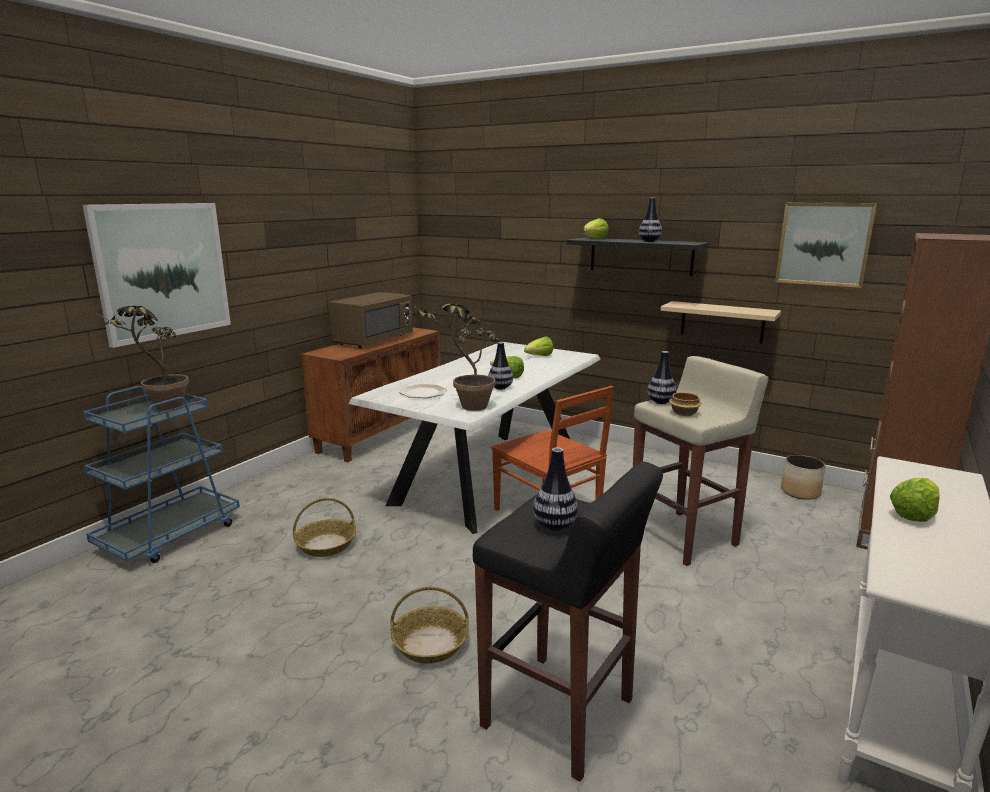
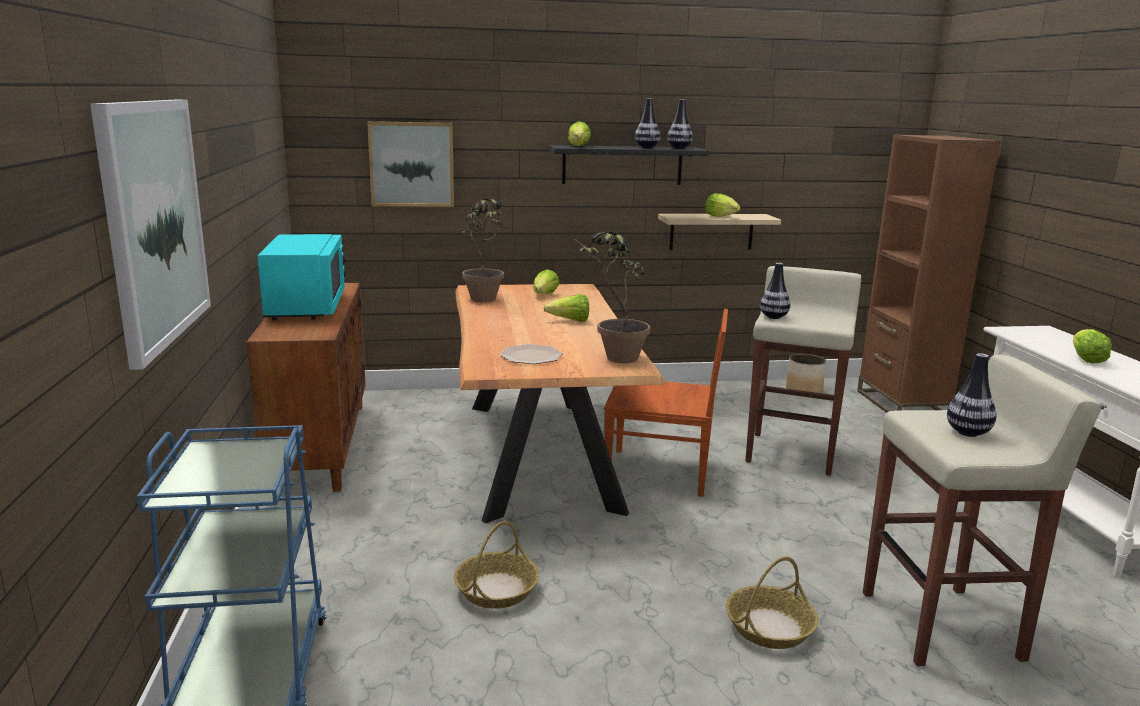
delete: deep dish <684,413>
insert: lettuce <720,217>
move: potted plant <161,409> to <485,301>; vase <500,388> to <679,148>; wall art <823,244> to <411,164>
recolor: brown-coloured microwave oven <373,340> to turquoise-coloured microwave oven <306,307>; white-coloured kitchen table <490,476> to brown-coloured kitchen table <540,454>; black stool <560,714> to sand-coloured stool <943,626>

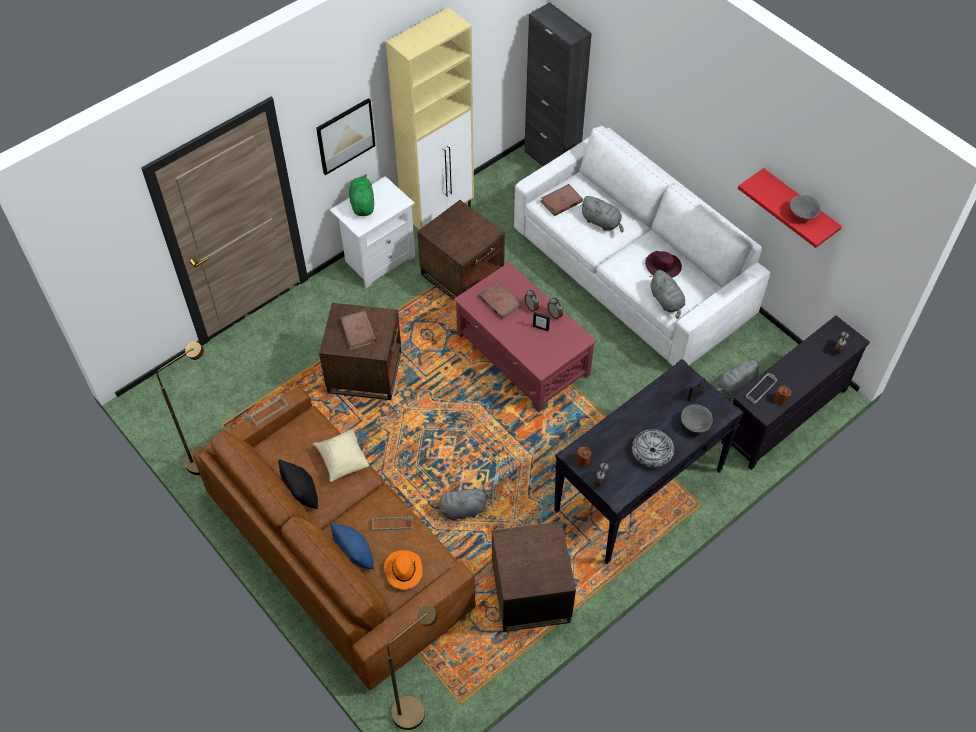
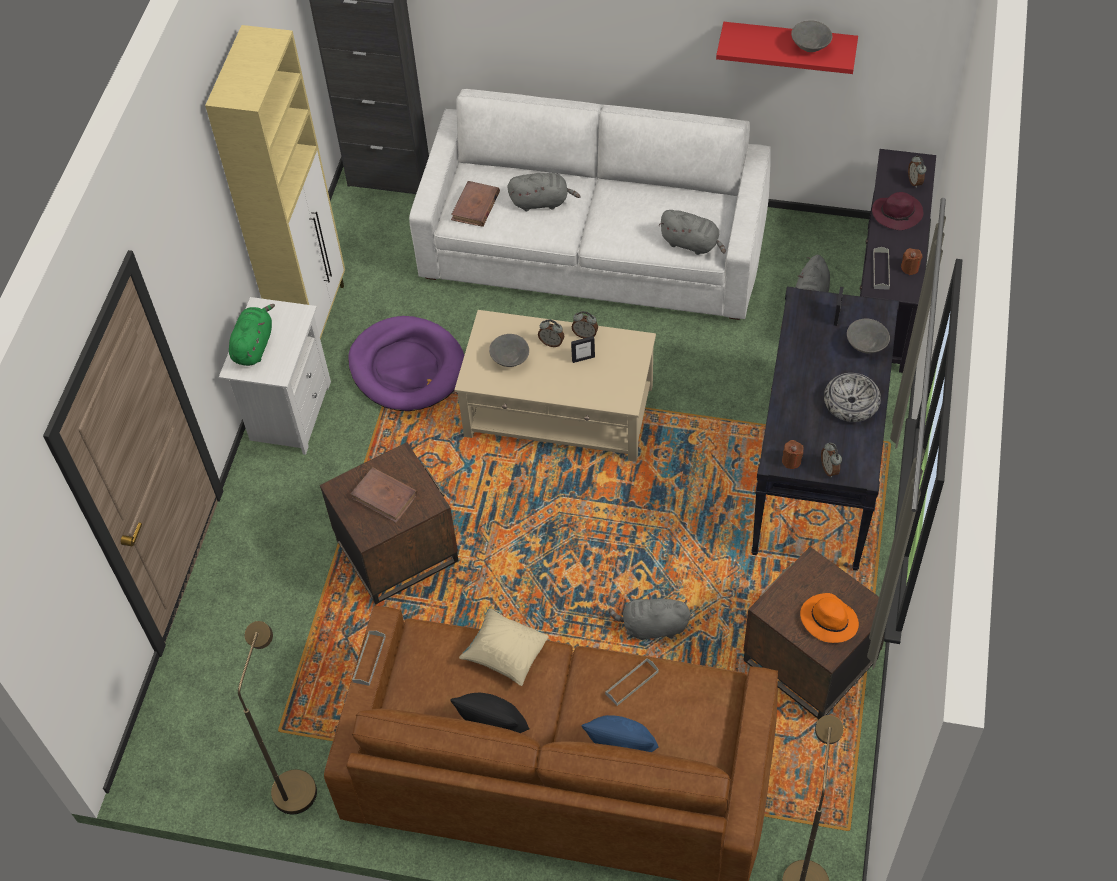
delete: wall art <345,136>
move: orange hat <403,570> to <828,620>; purple-coloured hat <663,266> to <898,213>
replace: brown-coloured side table <462,275> to purple-coloured dog cushion <407,367>; brown-coloured book <499,302> to grey deep dish <510,360>
recolor: red coffee table <523,355> to sand-coloured coffee table <560,411>
rotate: green-coloured plush toy <362,204> = <254,345> 60 degrees clockwise; grey plush toy <460,510> = <652,627> 45 degrees clockwise

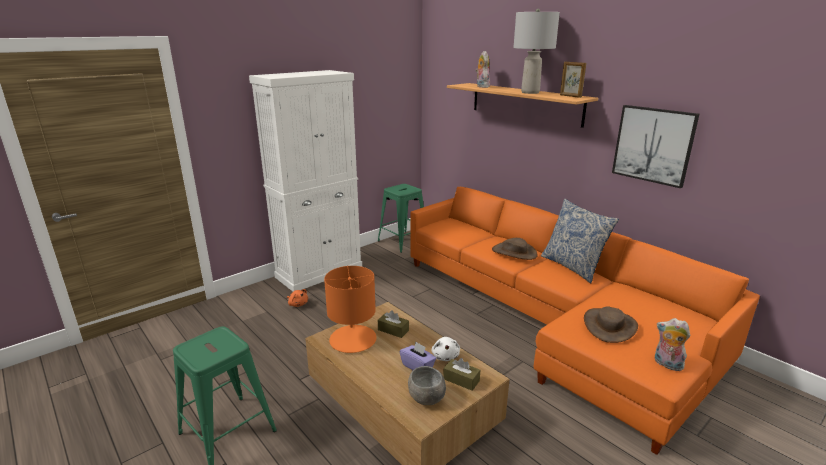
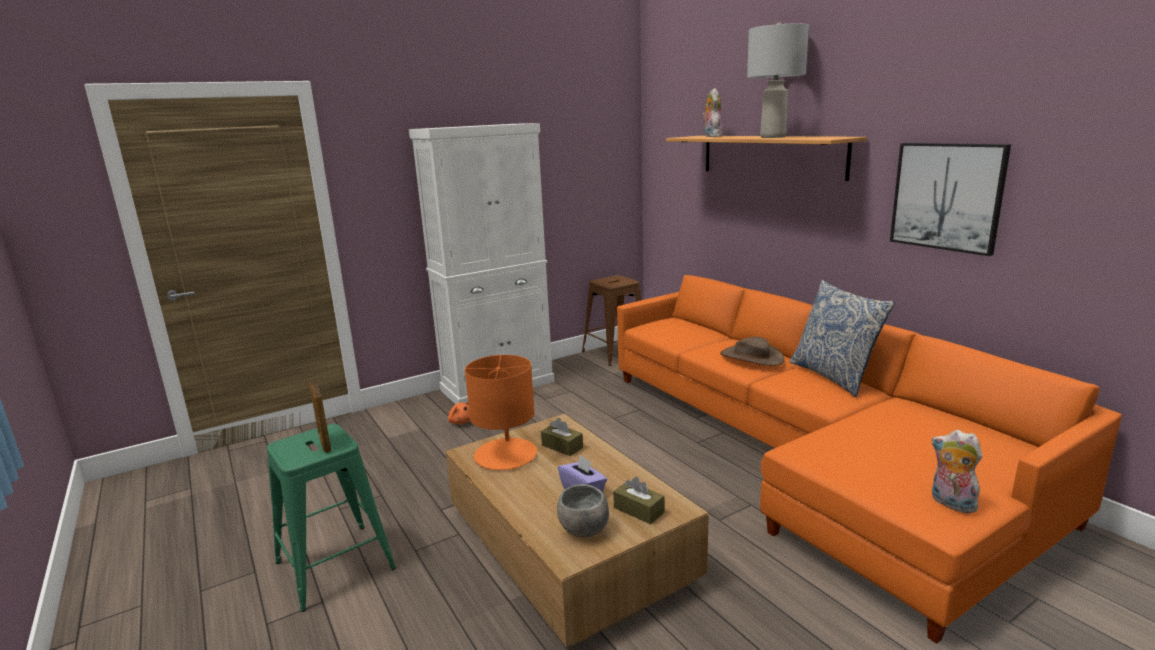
delete: white-coloured plush toy <445,356>; brown-coloured hat <609,326>
move: picture frame <570,96> to <325,443>
recolor: green-coloured stool <403,241> to brown-coloured stool <615,353>

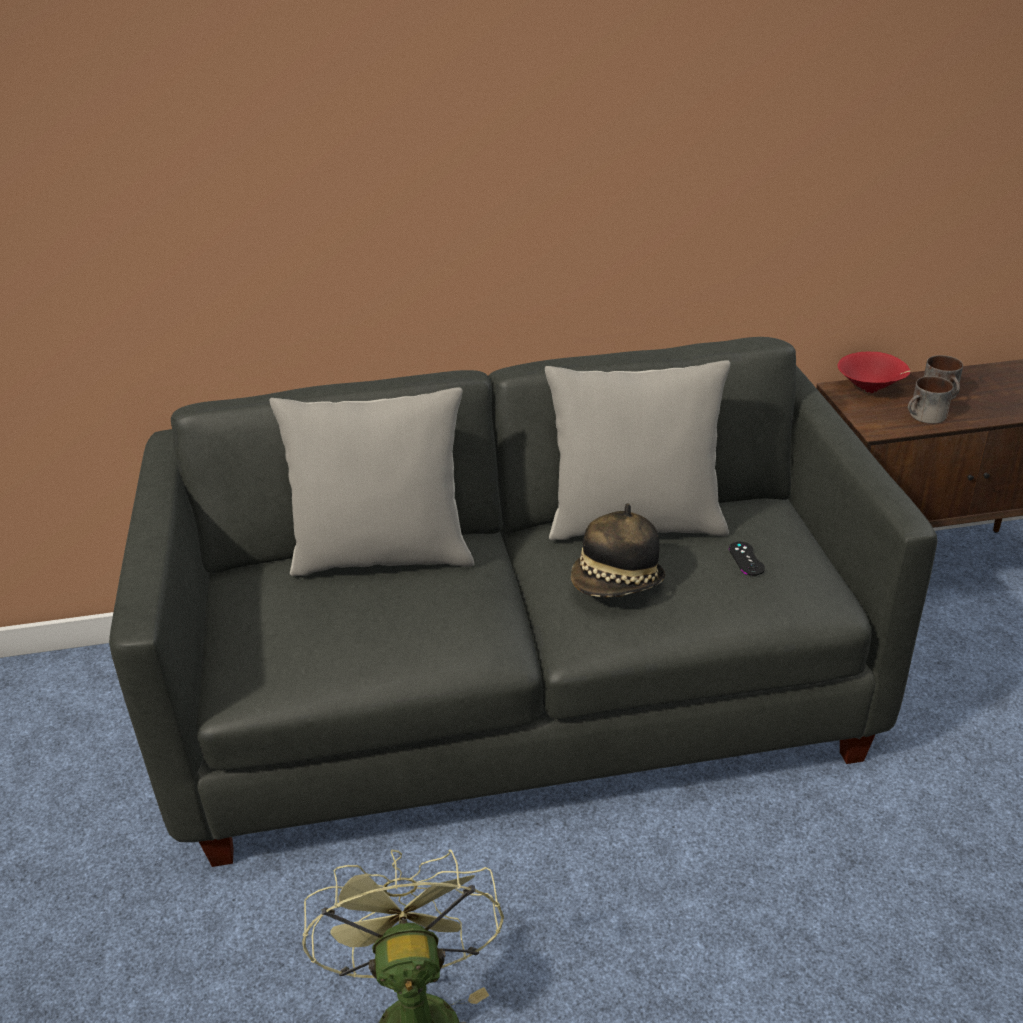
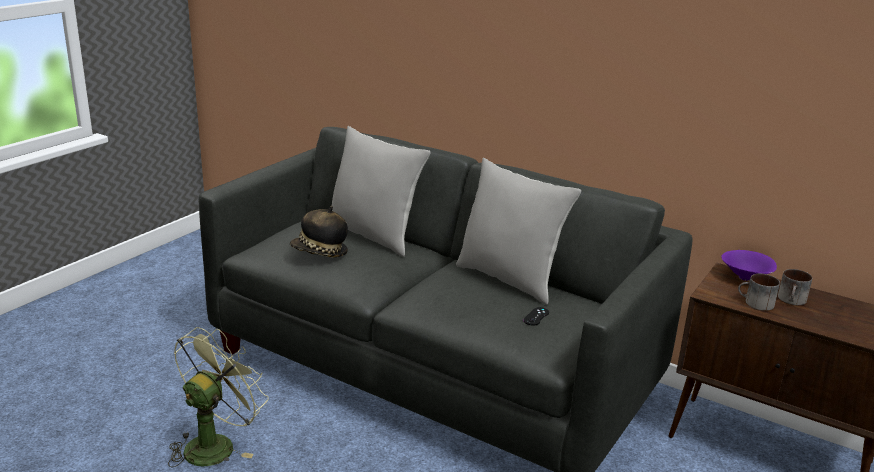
move: hat <617,584> to <319,253>
recolor: red deep dish <871,389> to purple-coloured deep dish <746,278>

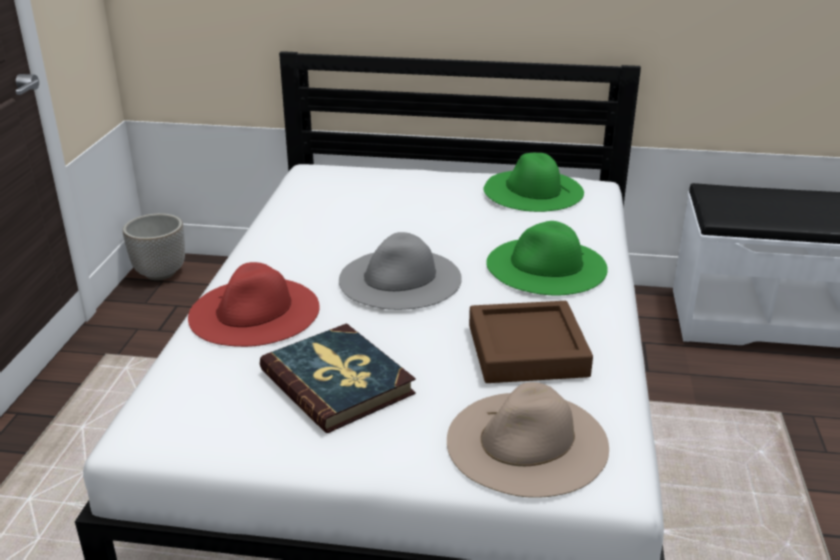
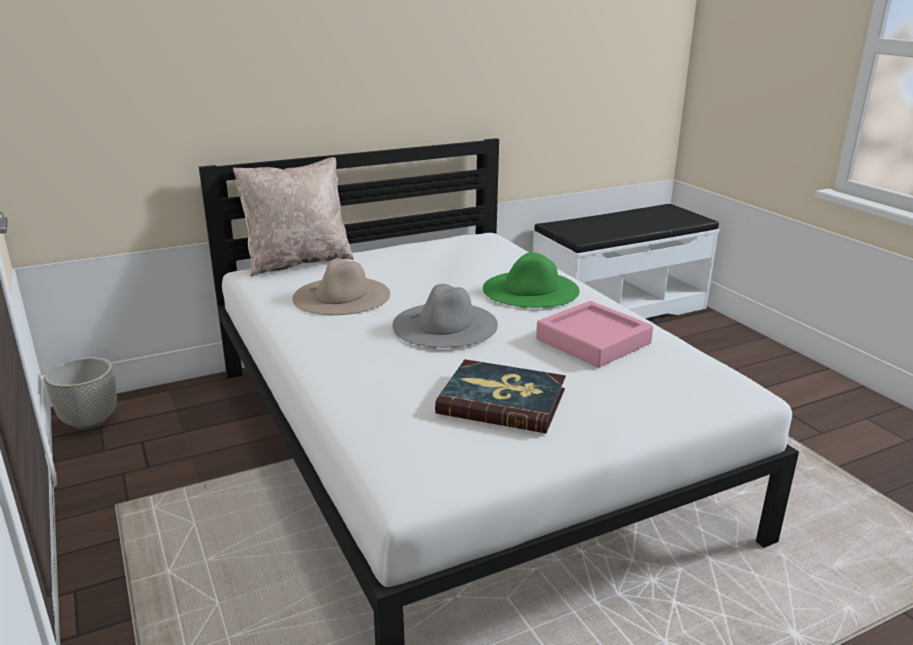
delete: red hat <254,311>; green-coloured hat <533,190>
insert: sand-coloured pillow <298,262>
move: sand-coloured hat <527,442> to <342,295>
recolor: brown-coloured carrying tray <527,350> to pink-coloured carrying tray <593,341>

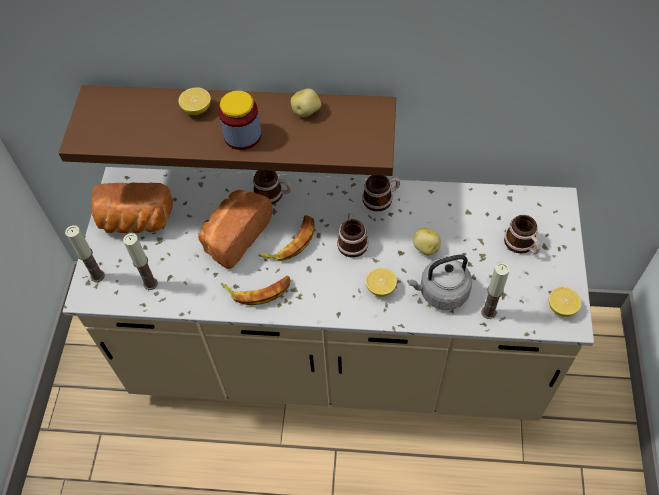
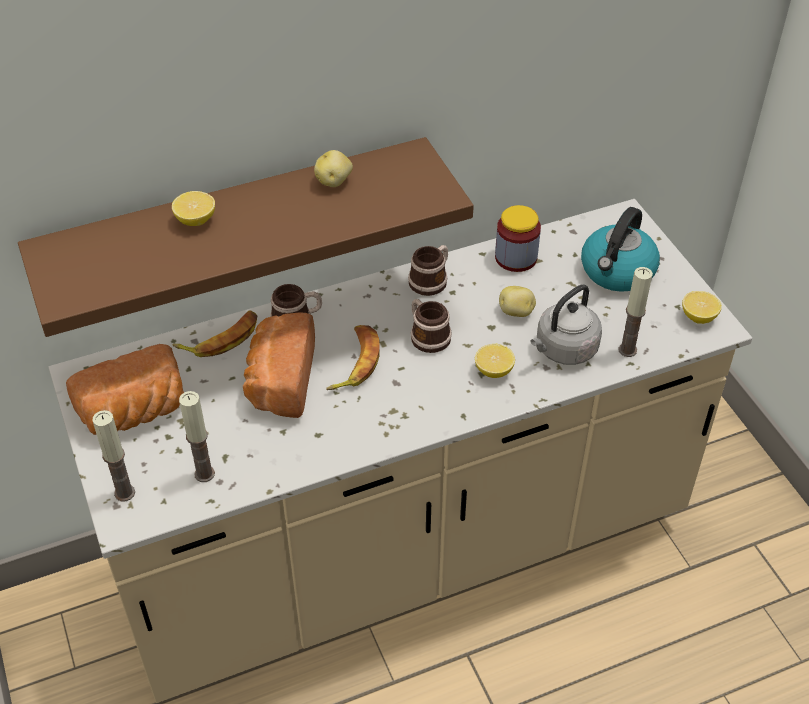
move: storage jar <242,135> to <516,257>; whole banana <258,290> to <221,339>
replace: coffee mug <522,245> to kettle <617,272>

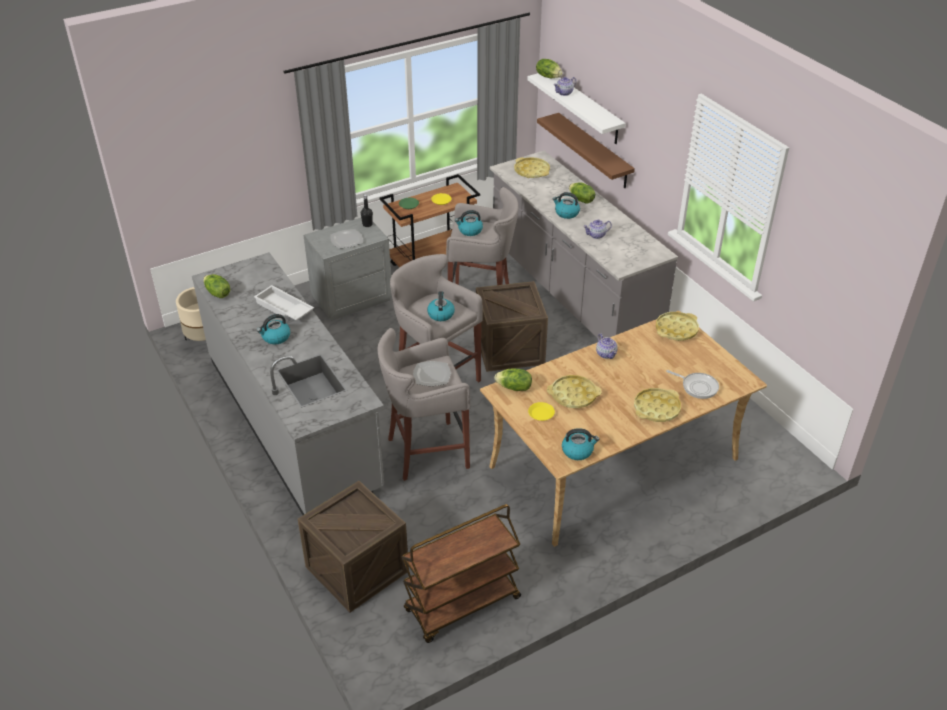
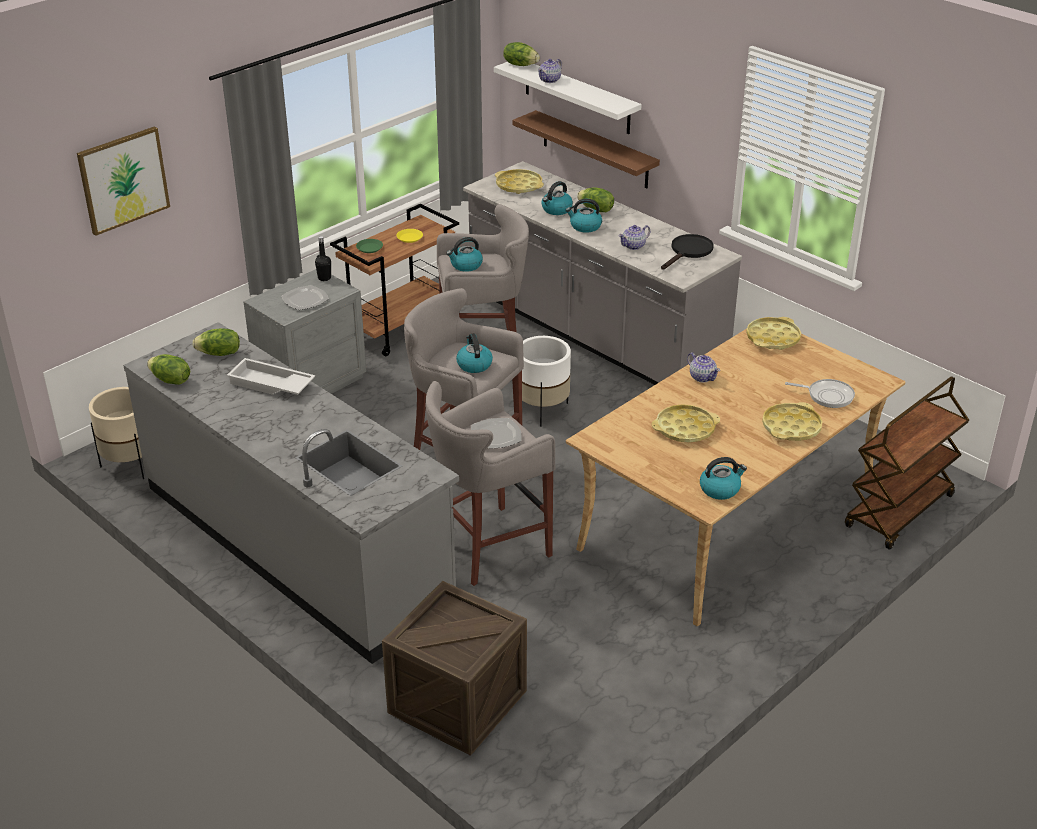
delete: yellow-coloured plate <541,413>
insert: wall art <123,180>; black skillet <688,252>
move: kettle <275,337> to <556,210>; brown-coloured wheeled cart <462,605> to <899,512>; lettuce <514,387> to <219,354>
replace: crate <509,349> to white-coloured flower pot <542,410>

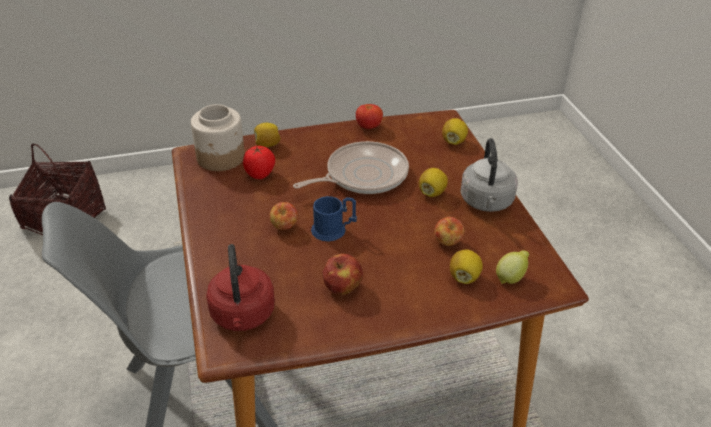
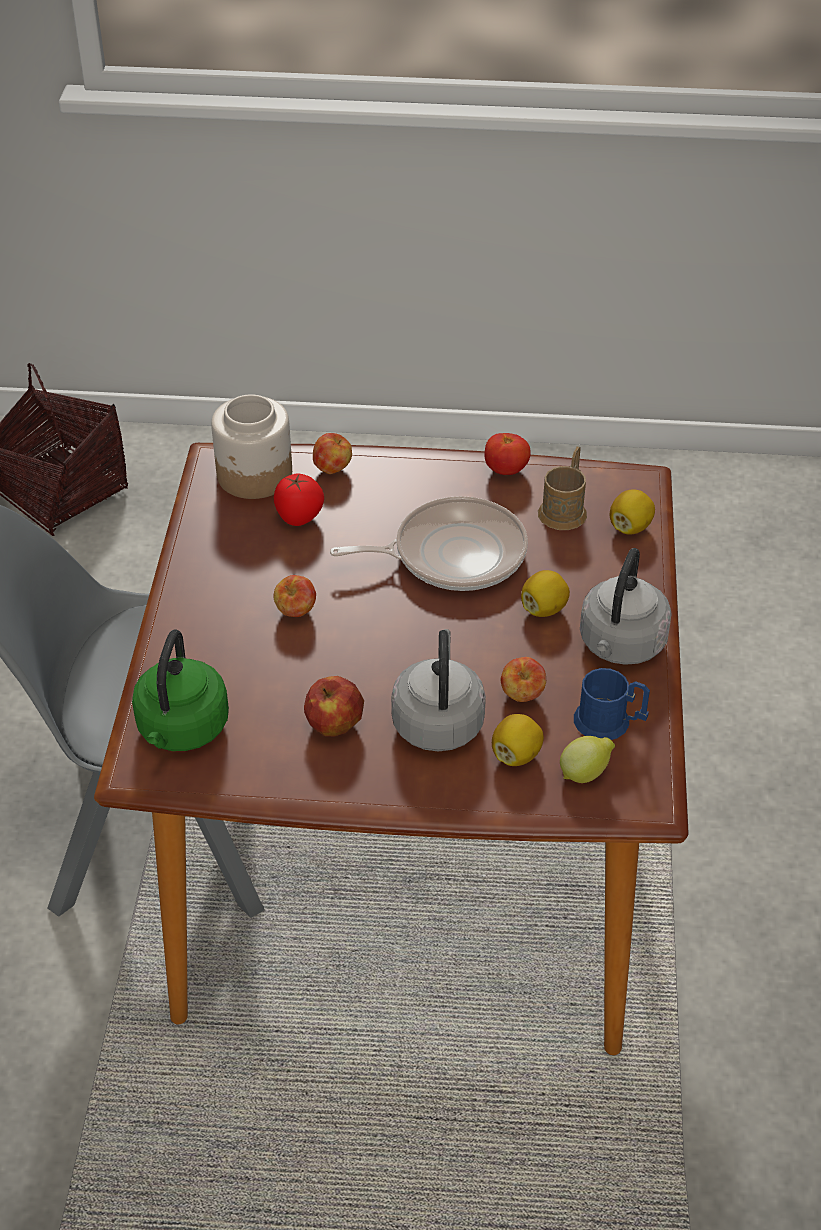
insert: grey kettle <438,721>; brown-coloured coffee mug <565,509>
move: bluish coffee mug <333,230> to <609,722>
replace: whole lemon <267,145> to whole apple <333,468>
recolor: red kettle <243,316> to green-coloured kettle <181,730>

